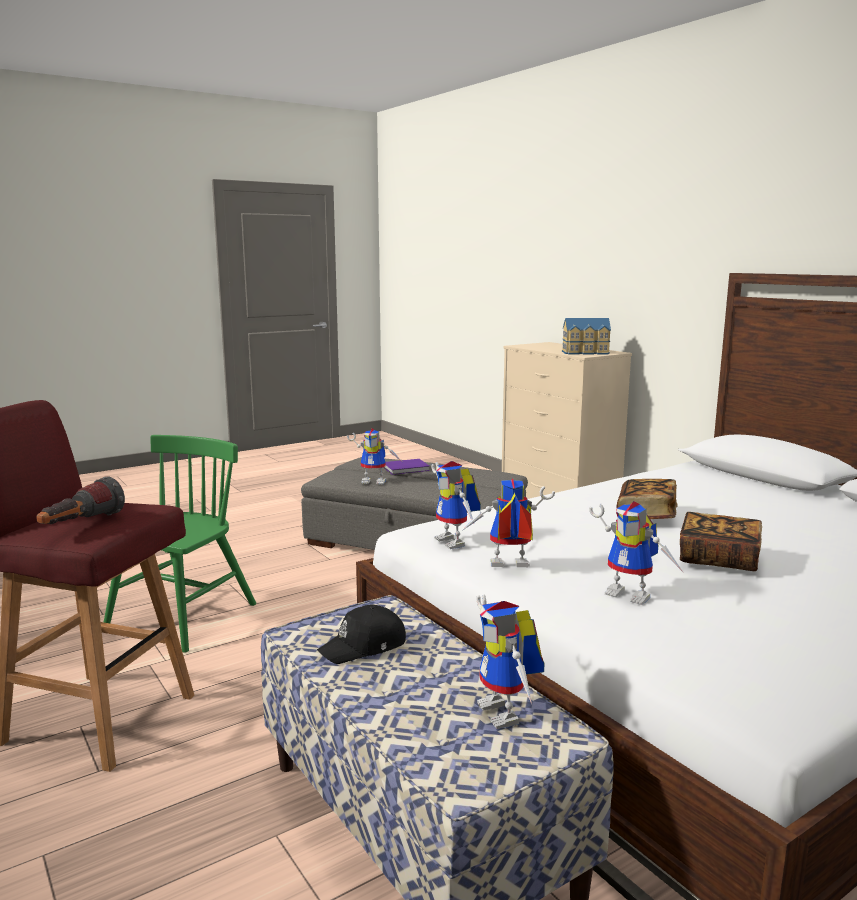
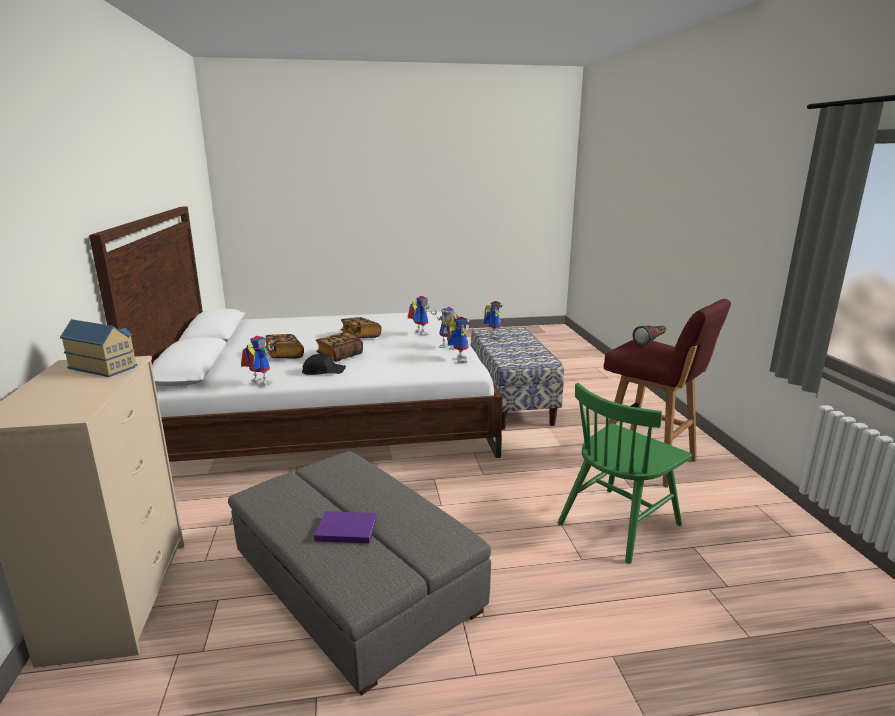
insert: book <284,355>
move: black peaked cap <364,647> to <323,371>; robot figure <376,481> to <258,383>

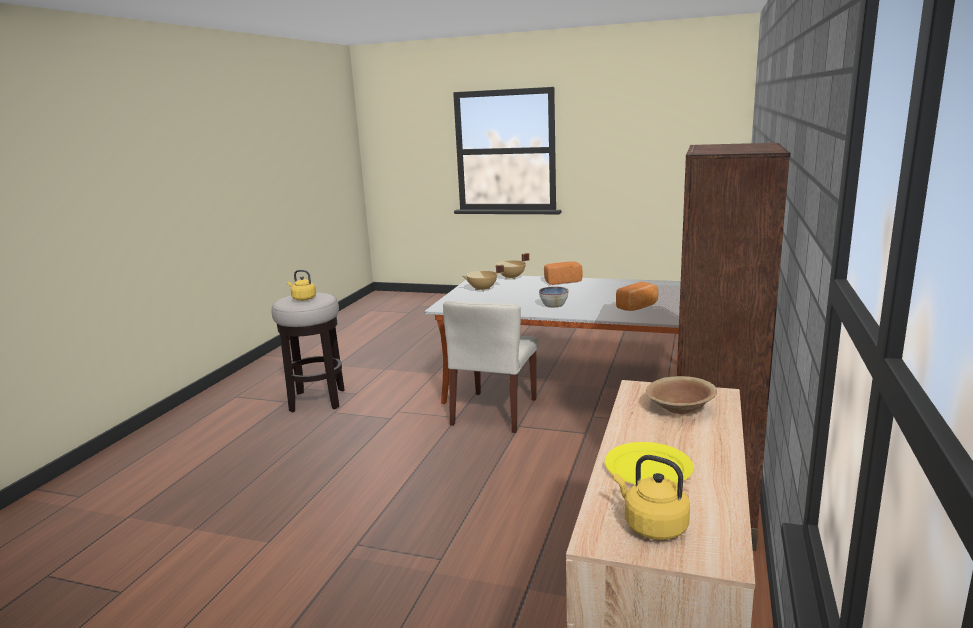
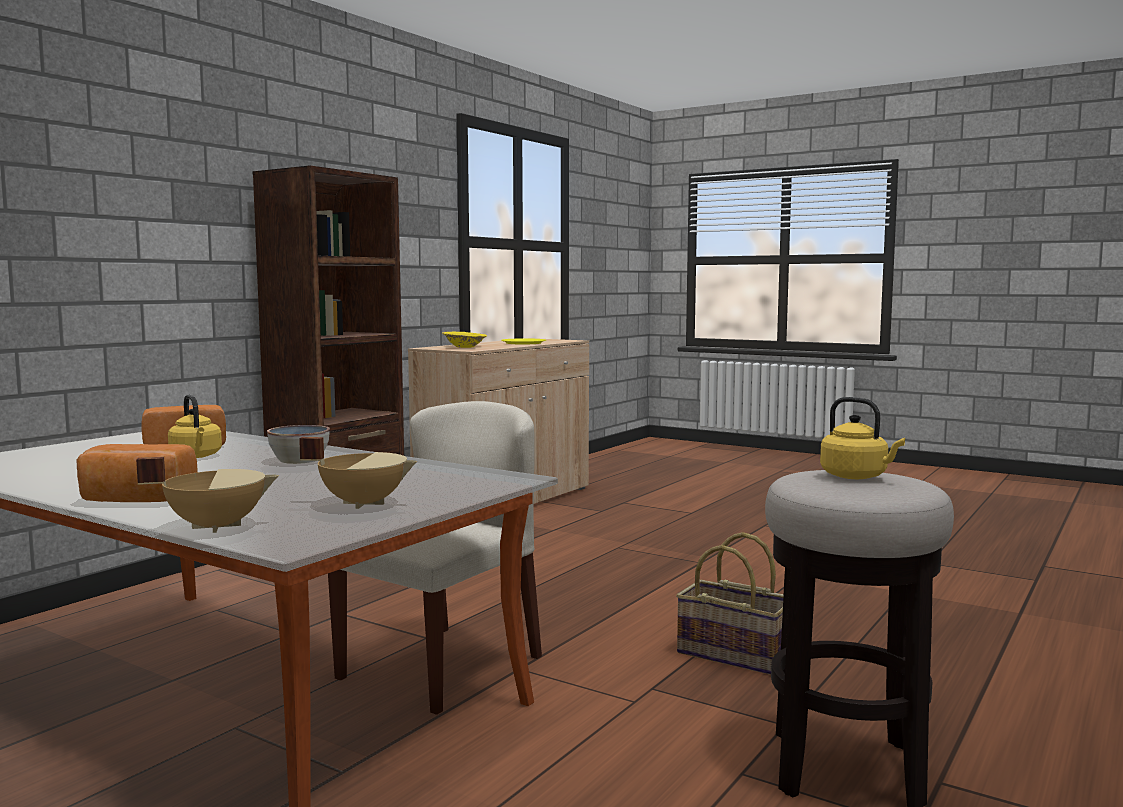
insert: basket <735,654>
move: yellow-coloured kettle <652,526> to <196,456>
recolor: brown-coloured deep dish <680,408> to yellow-coloured deep dish <464,347>

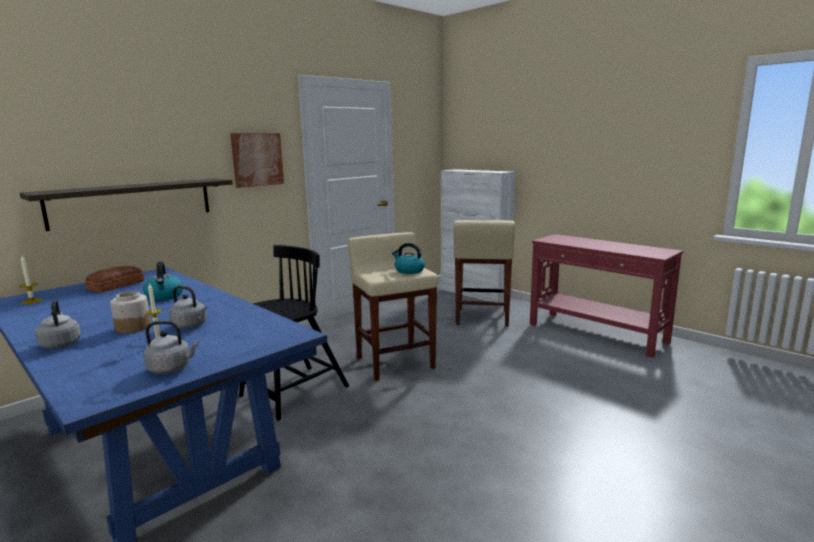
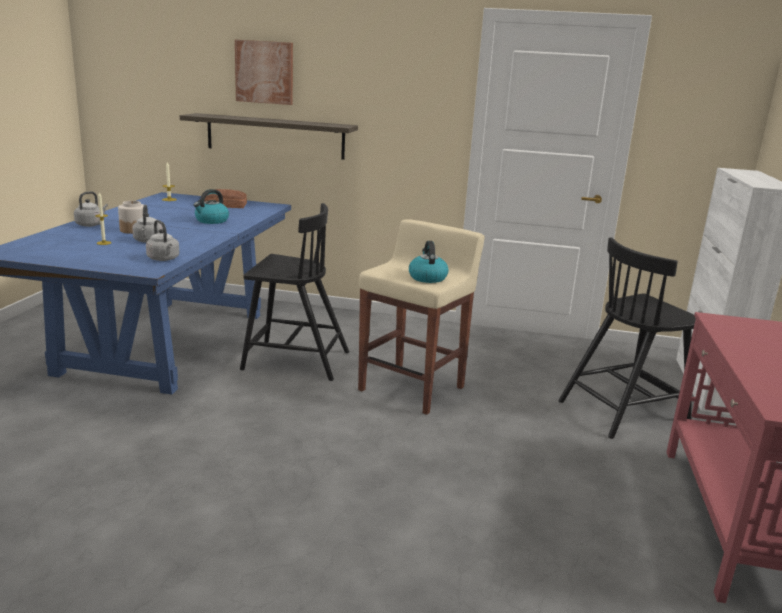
move: grey kettle <172,368> to <164,259>; wall art <257,159> to <264,72>
replace: sand-coloured stool <482,318> to black upright chair <624,410>

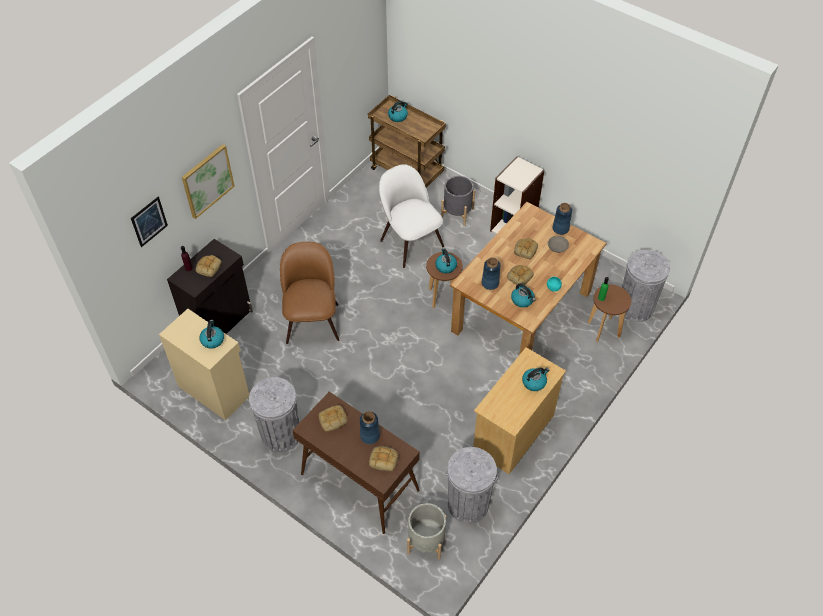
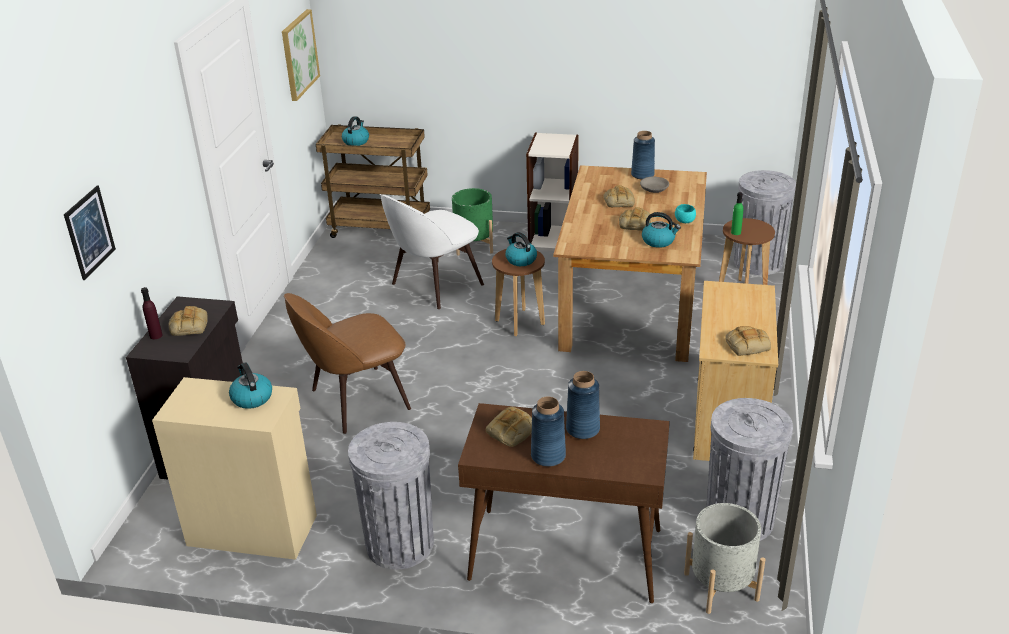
delete: kettle <534,382>
move: wall art <207,181> to <299,54>; bread <384,459> to <747,344>; bluish vase <490,283> to <548,456>
recolor: grey flower pot <457,213> to green-coloured flower pot <474,245>
rotate: brown-coloured upright chair <312,320> = <356,400> 90 degrees counterclockwise; white-coloured upright chair <410,241> = <434,285> 75 degrees counterclockwise

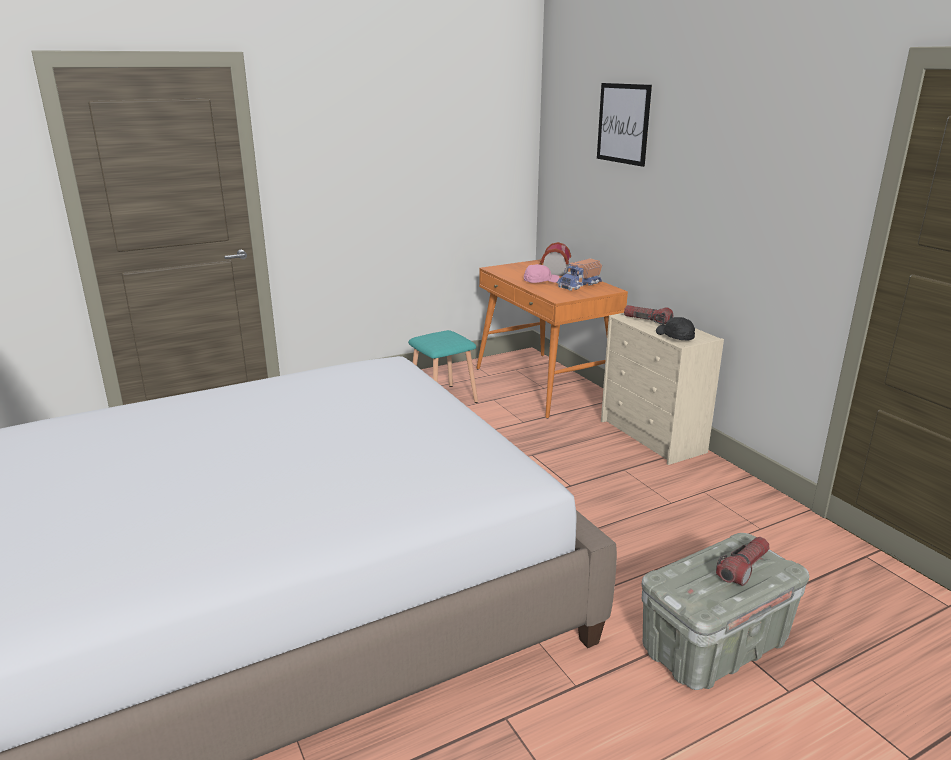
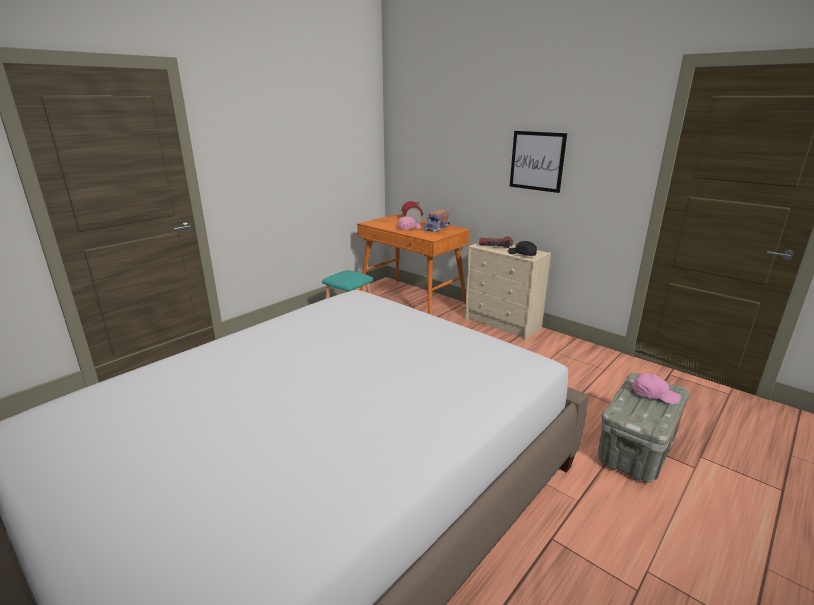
move: wall art <623,123> to <537,161>
replace: hand torch <743,568> to pink-coloured peaked cap <654,395>

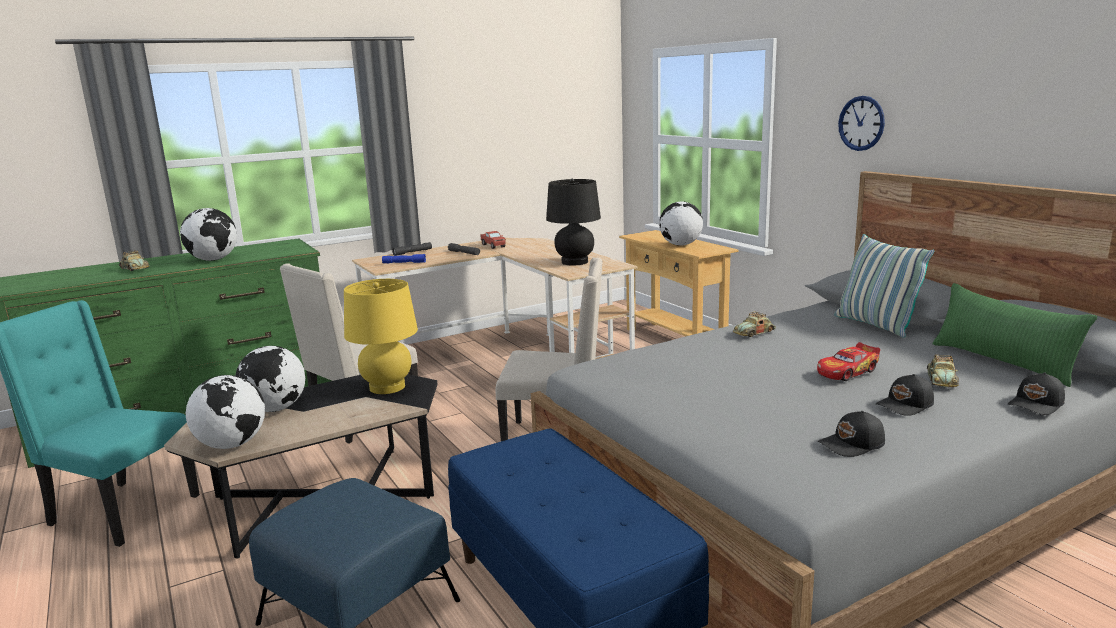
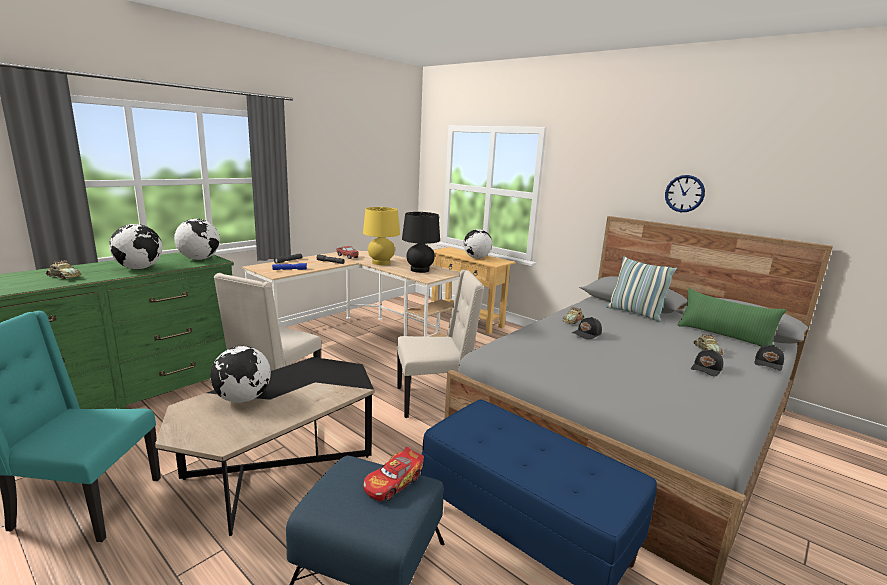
move: world globe <232,445> to <199,259>; yellow-coloured tabletop lamp <387,387> to <381,263>; miniature car <847,372> to <393,482>; black peaked cap <852,445> to <587,334>; wall clock <861,123> to <684,193>

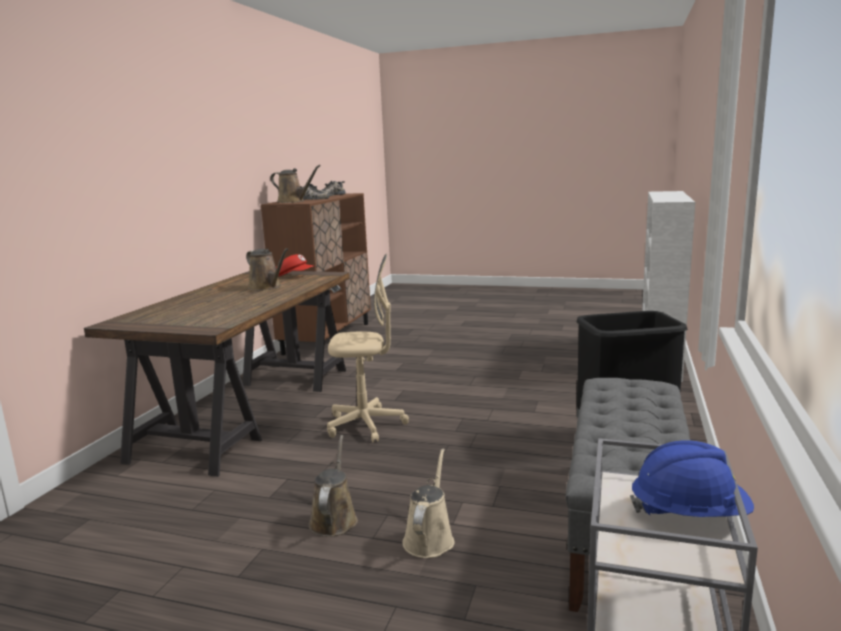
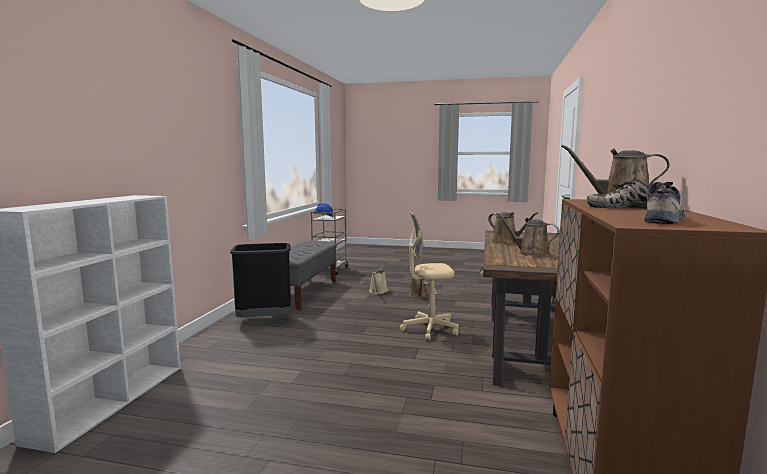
delete: red peaked cap <294,276>
insert: brown-coloured watering can <506,242>

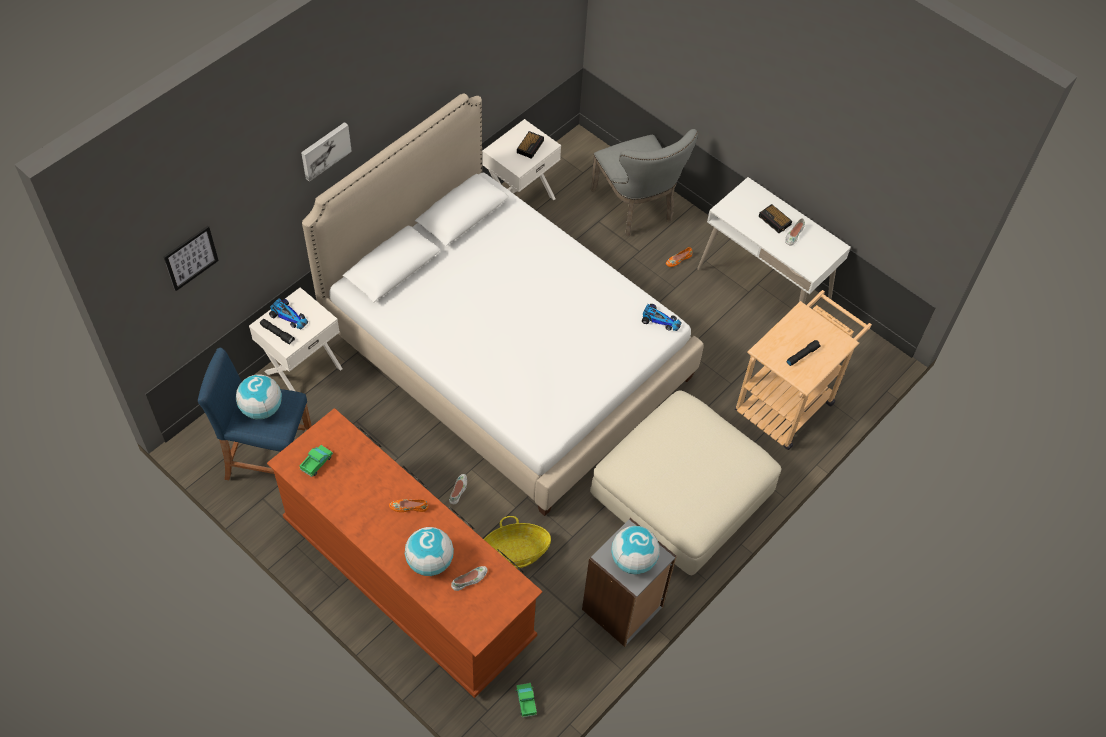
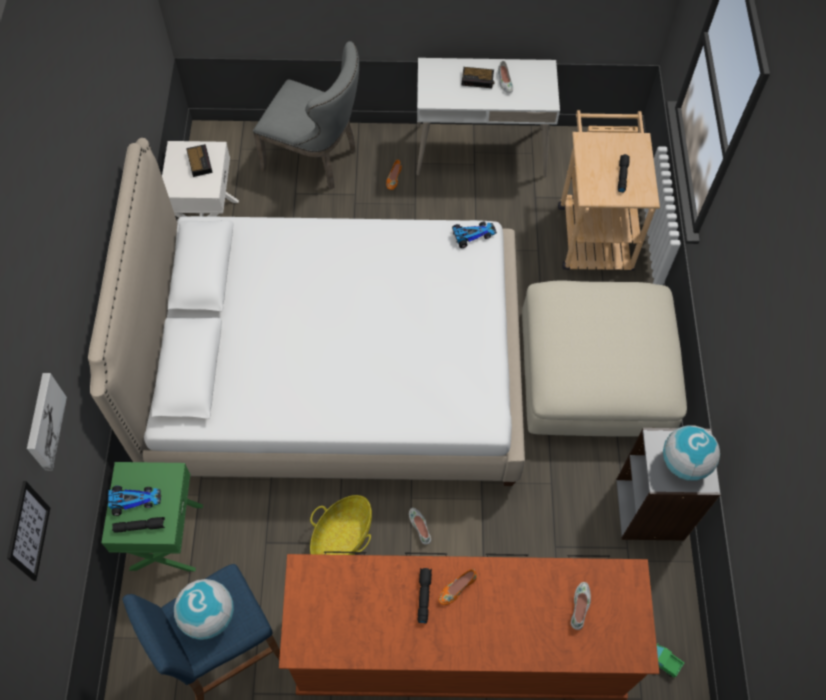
delete: toy truck <316,463>; world globe <430,562>
insert: black hand torch <423,596>
move: wall art <325,150> to <43,421>; basket <514,553> to <342,537>
recolor: white-coloured bedside table <302,369> to green-coloured bedside table <165,537>

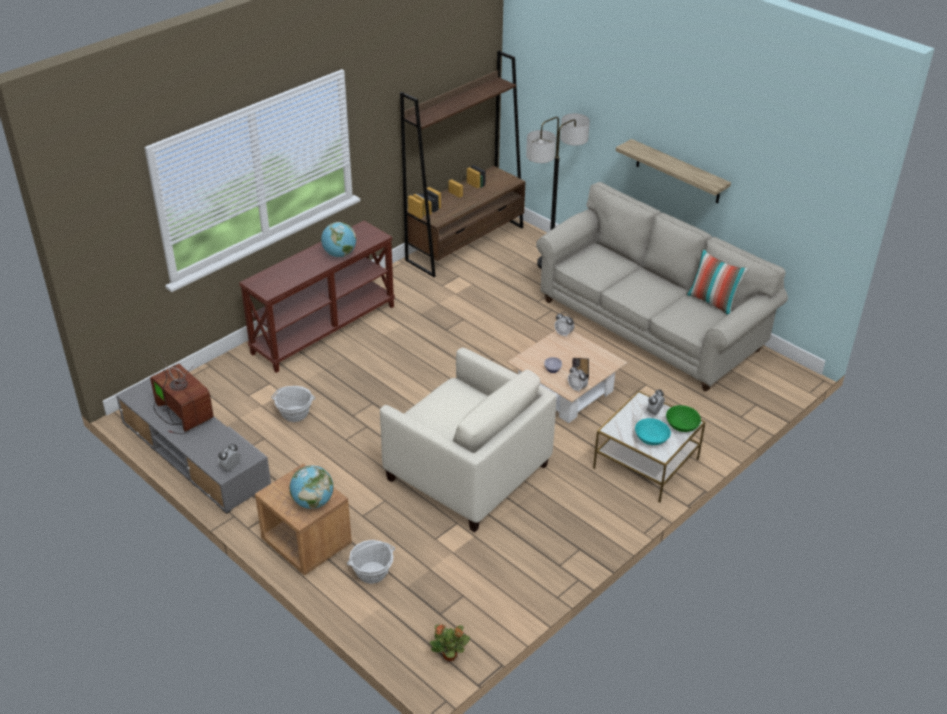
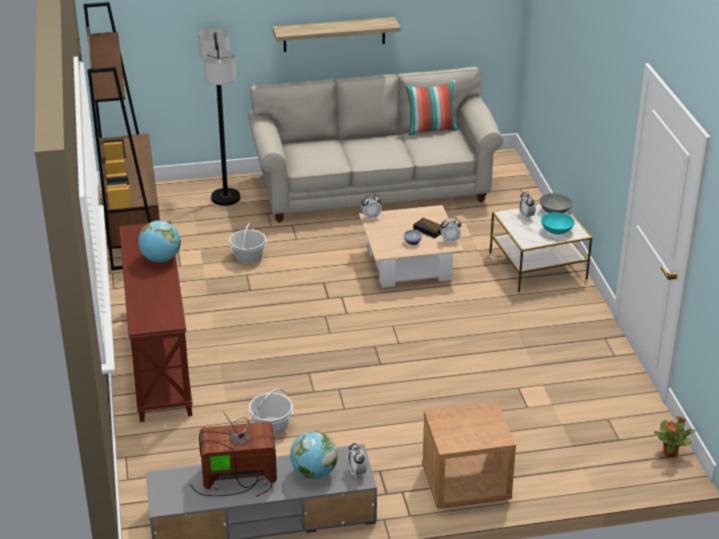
delete: sand-coloured lounge chair <467,472>
move: world globe <313,502> to <314,473>; basket <372,572> to <248,257>
recolor: green-coloured deep dish <681,426> to grey deep dish <554,211>

